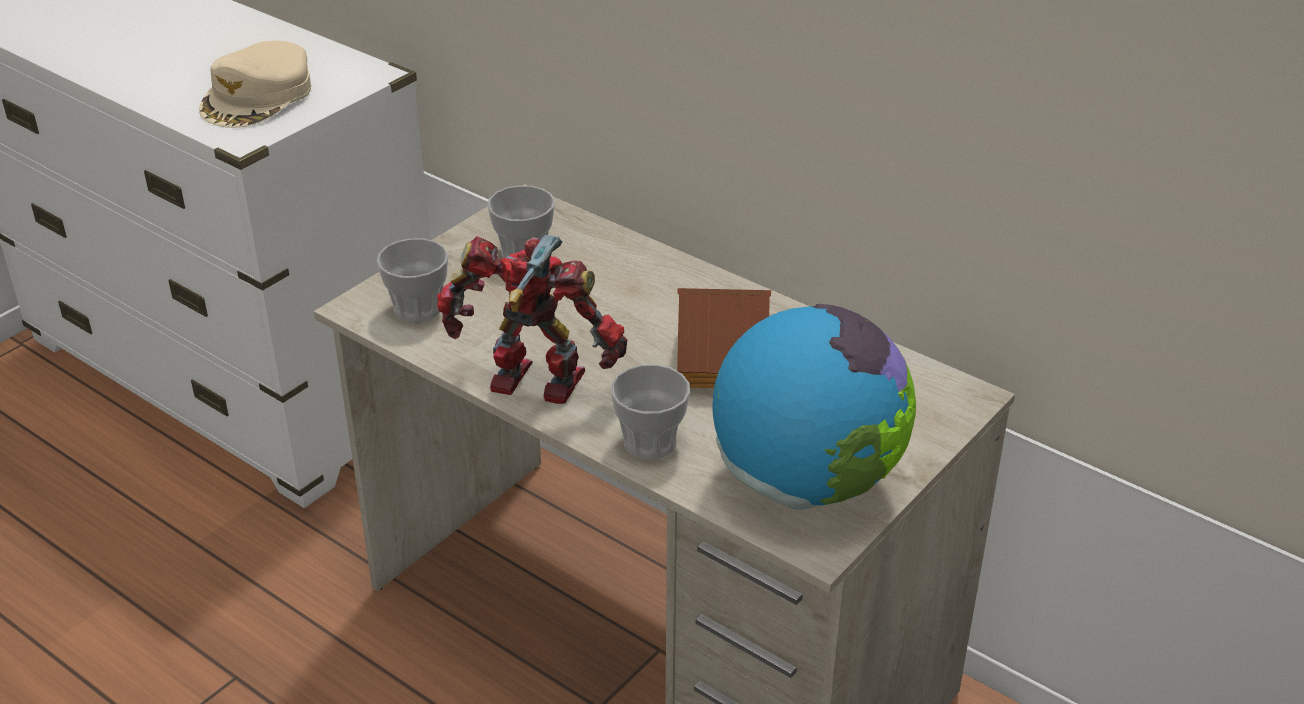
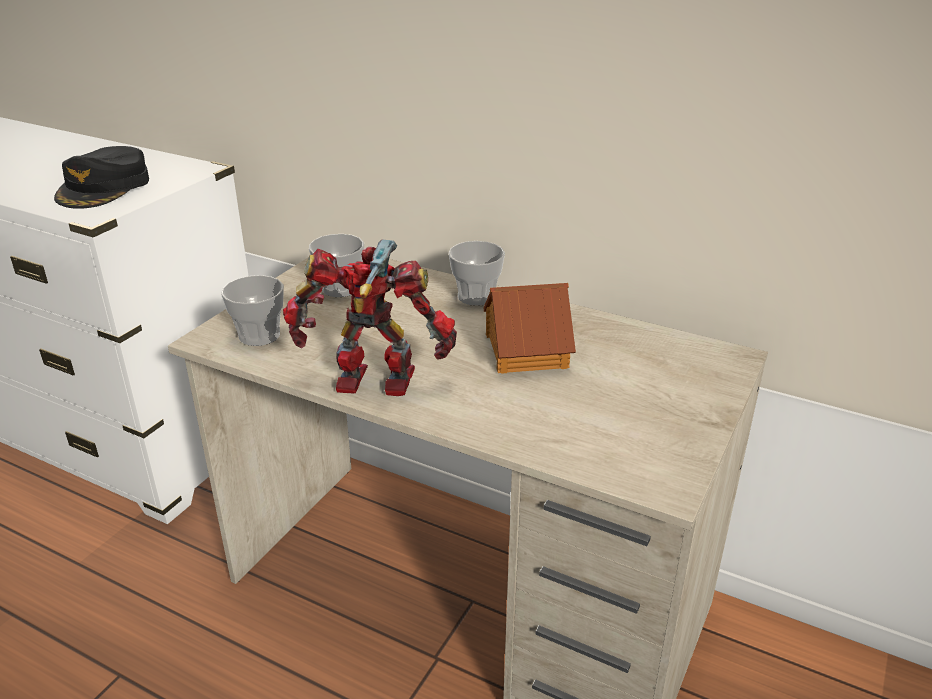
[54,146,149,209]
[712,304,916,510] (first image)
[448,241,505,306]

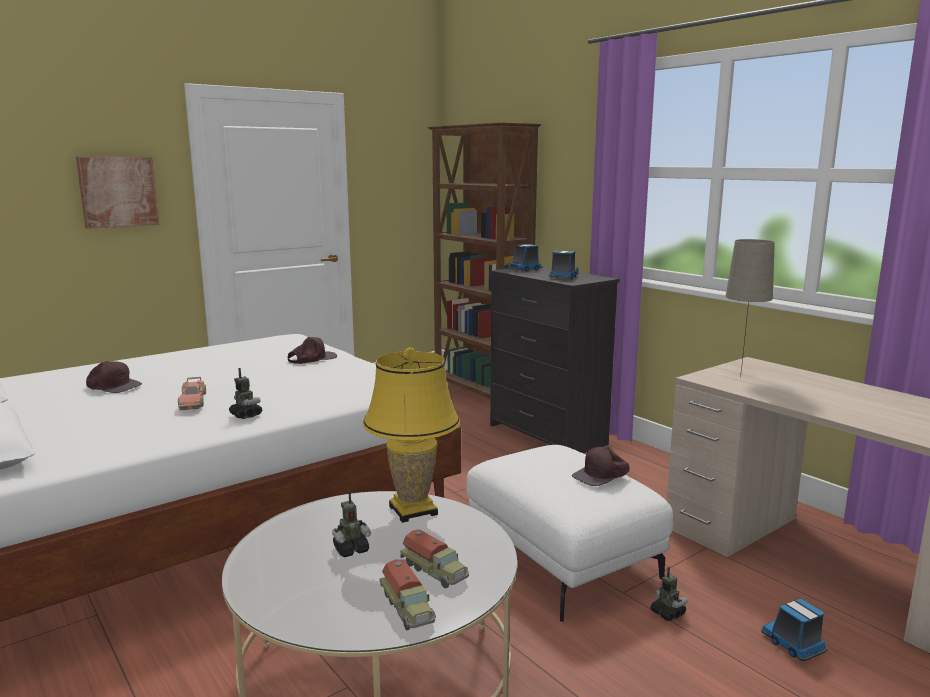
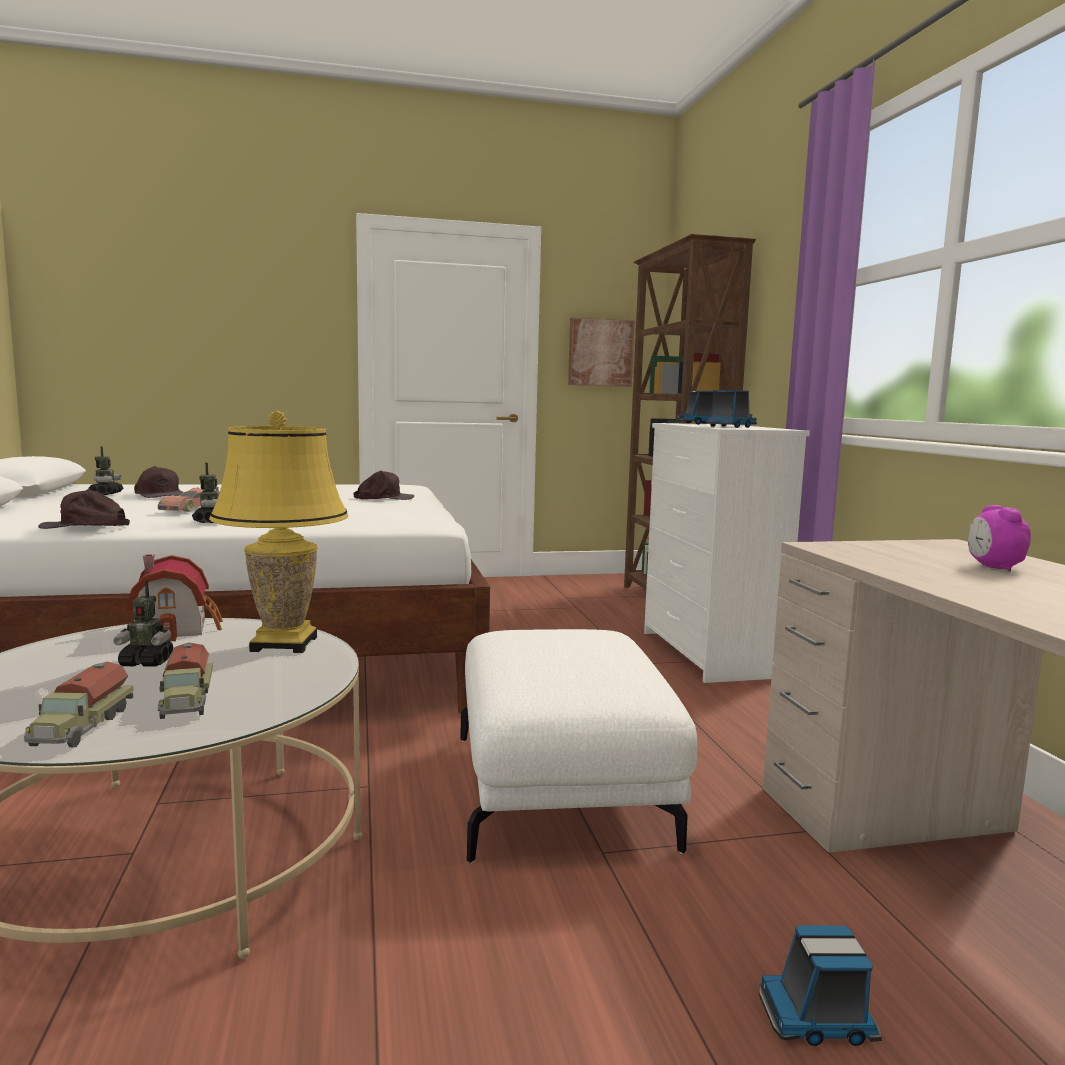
[568,318,634,387]
[726,239,775,378] (first image)
[644,423,810,683]
[38,489,130,529]
[88,447,123,495]
[759,926,882,1046]
[968,505,1031,571]
[126,554,223,642]

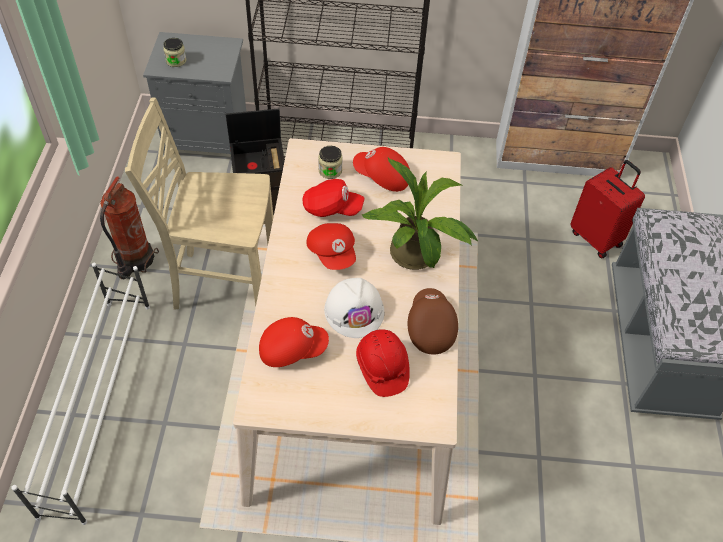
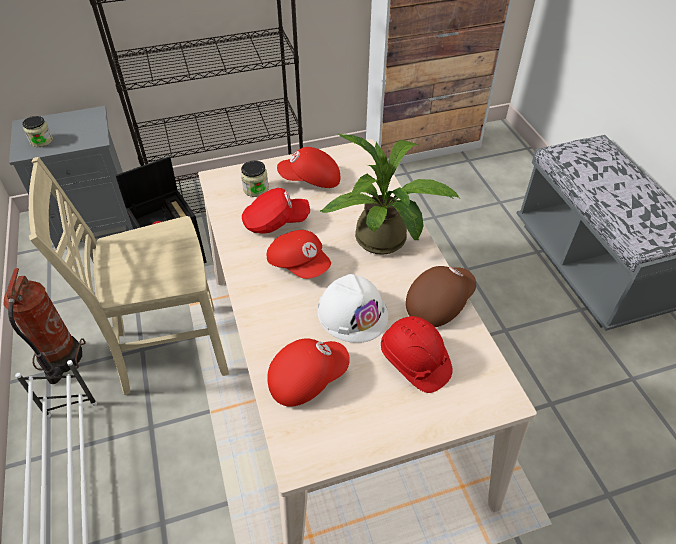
[570,160,645,258] (first image)
[406,266,476,327]

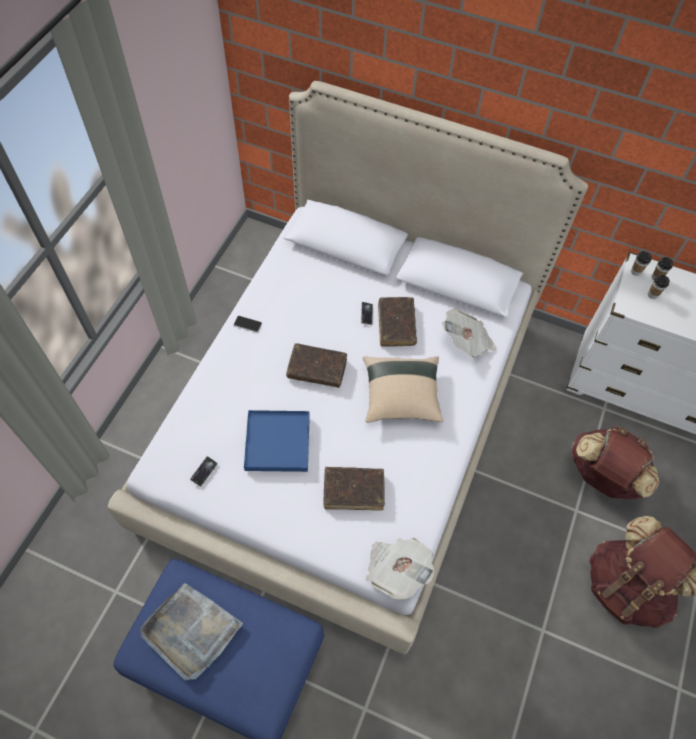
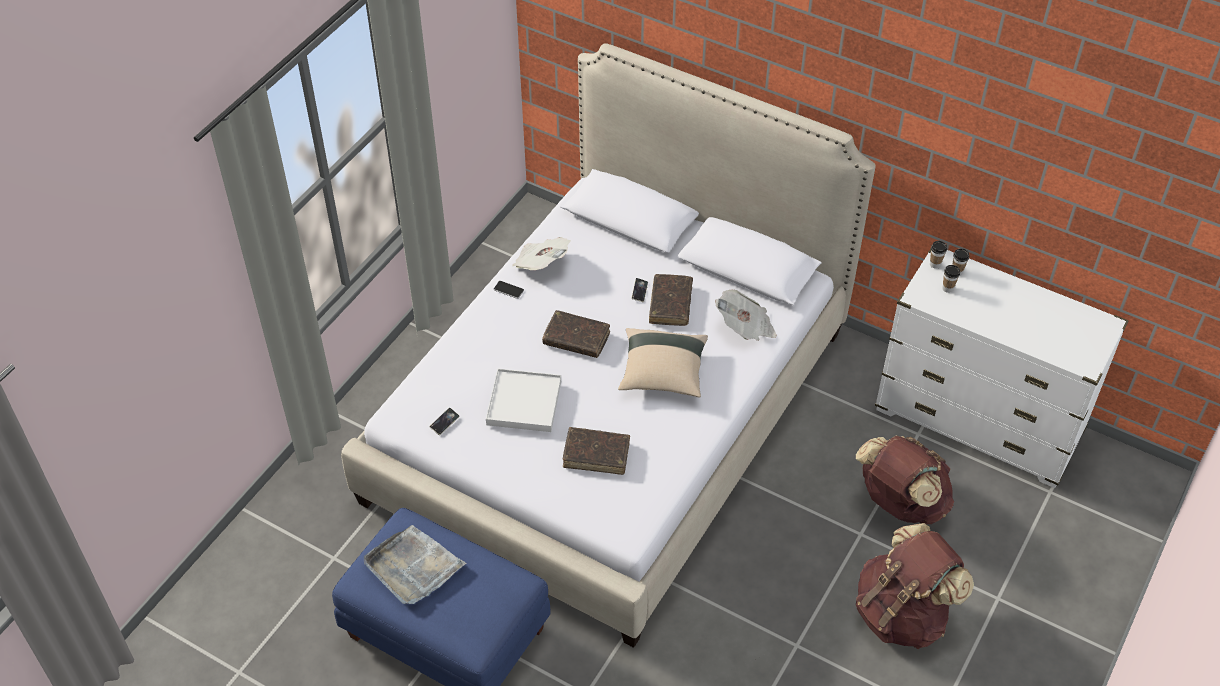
[486,369,561,432]
[512,237,571,270]

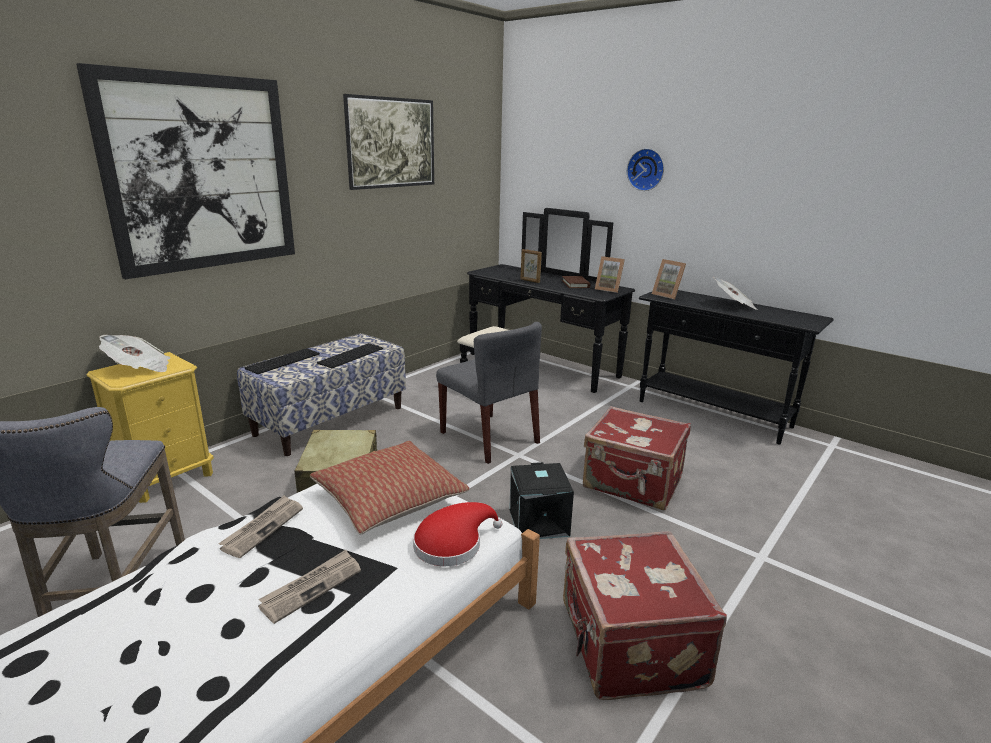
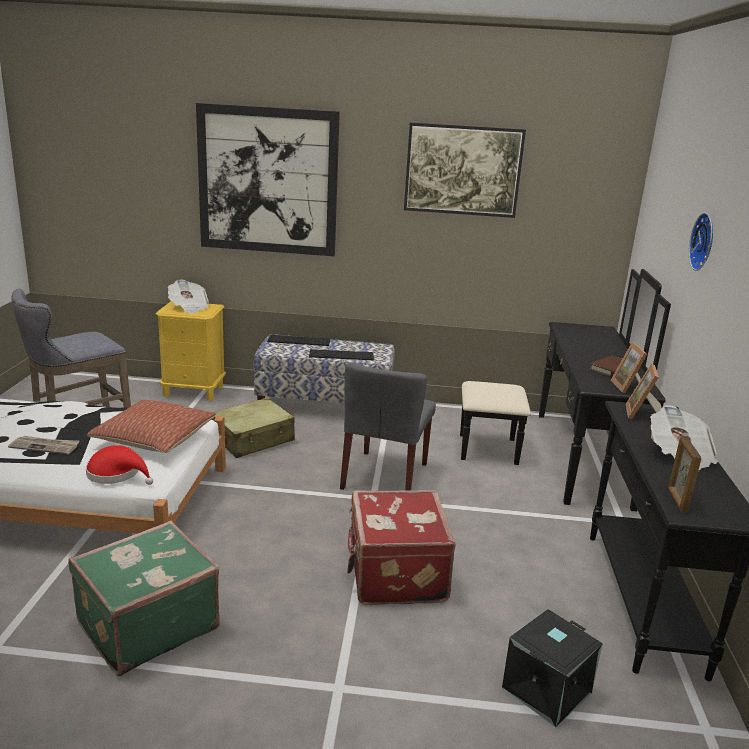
[668,436,701,513]
[502,609,603,728]
[218,495,303,558] (first image)
[68,521,220,677]

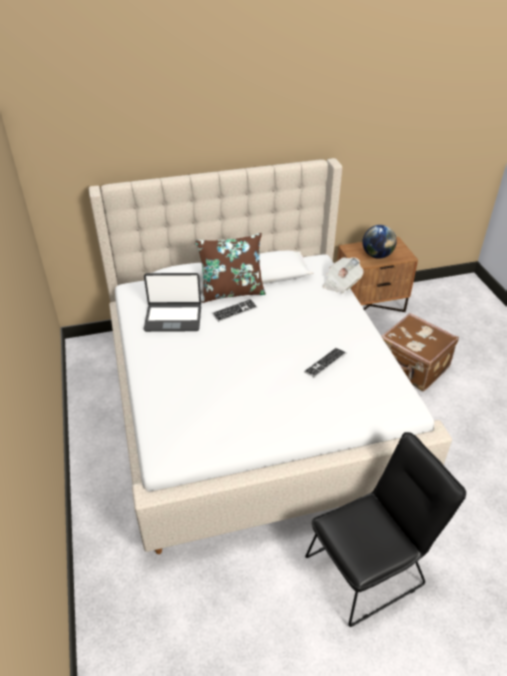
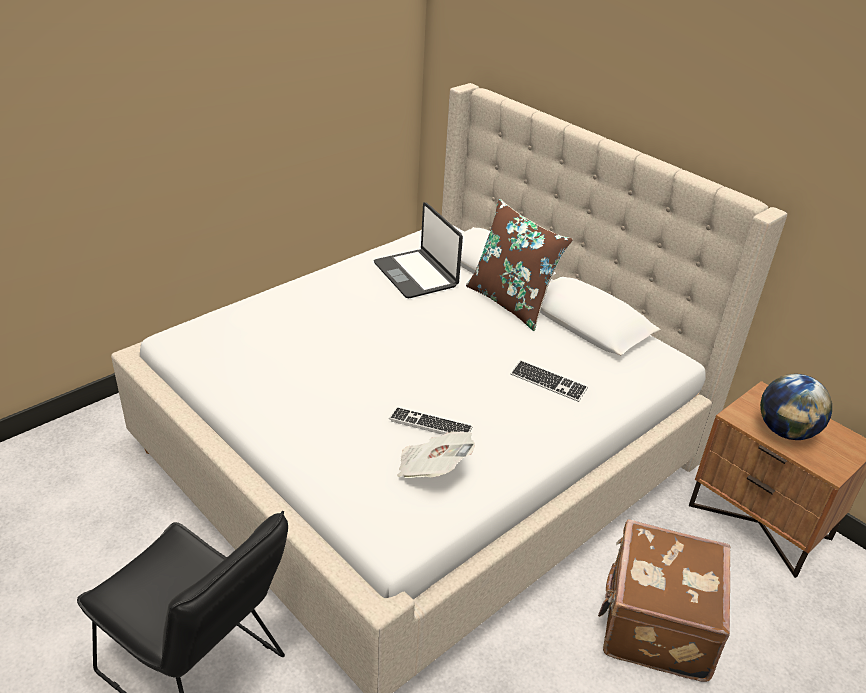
[397,432,475,478]
[511,360,588,402]

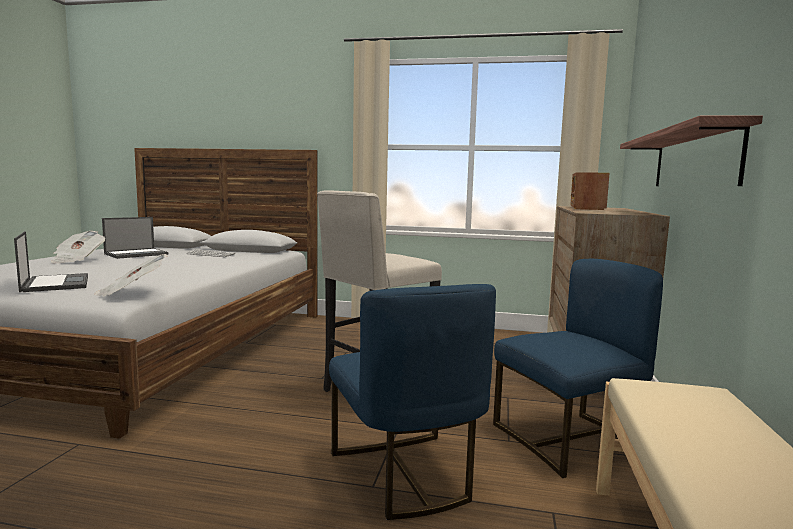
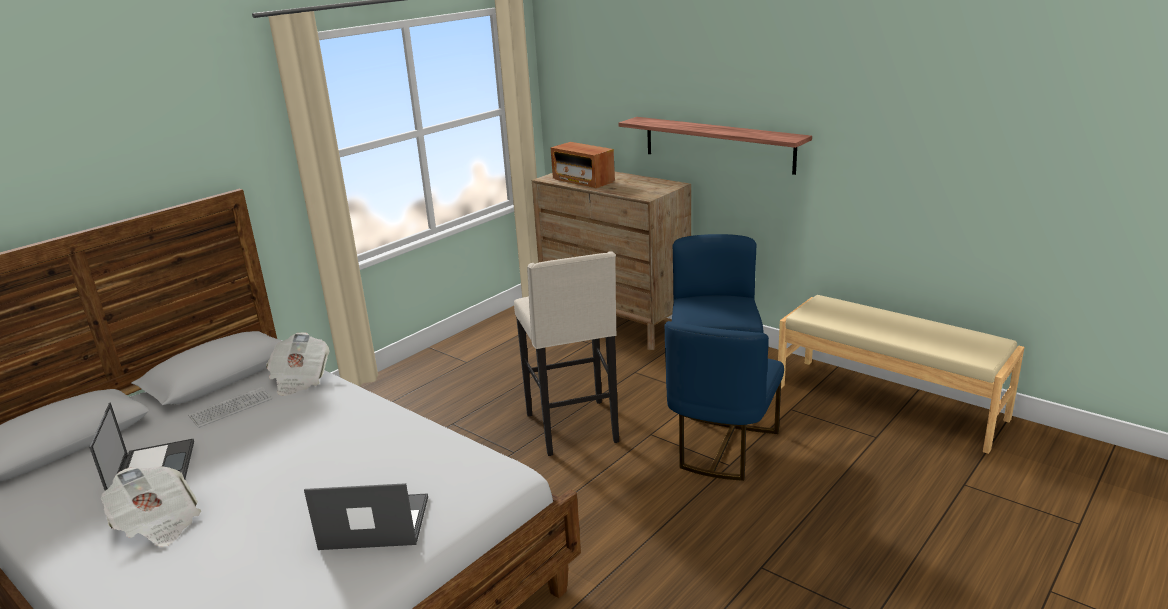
[266,332,330,396]
[665,321,784,481]

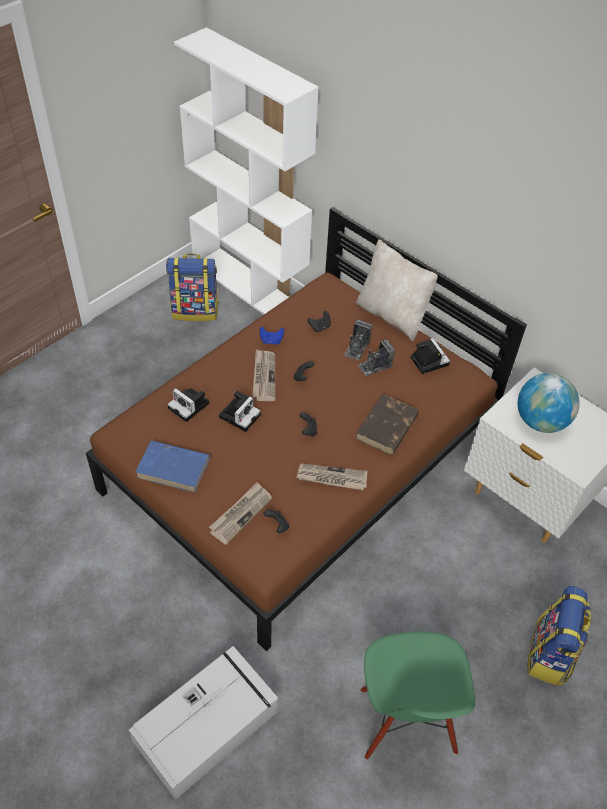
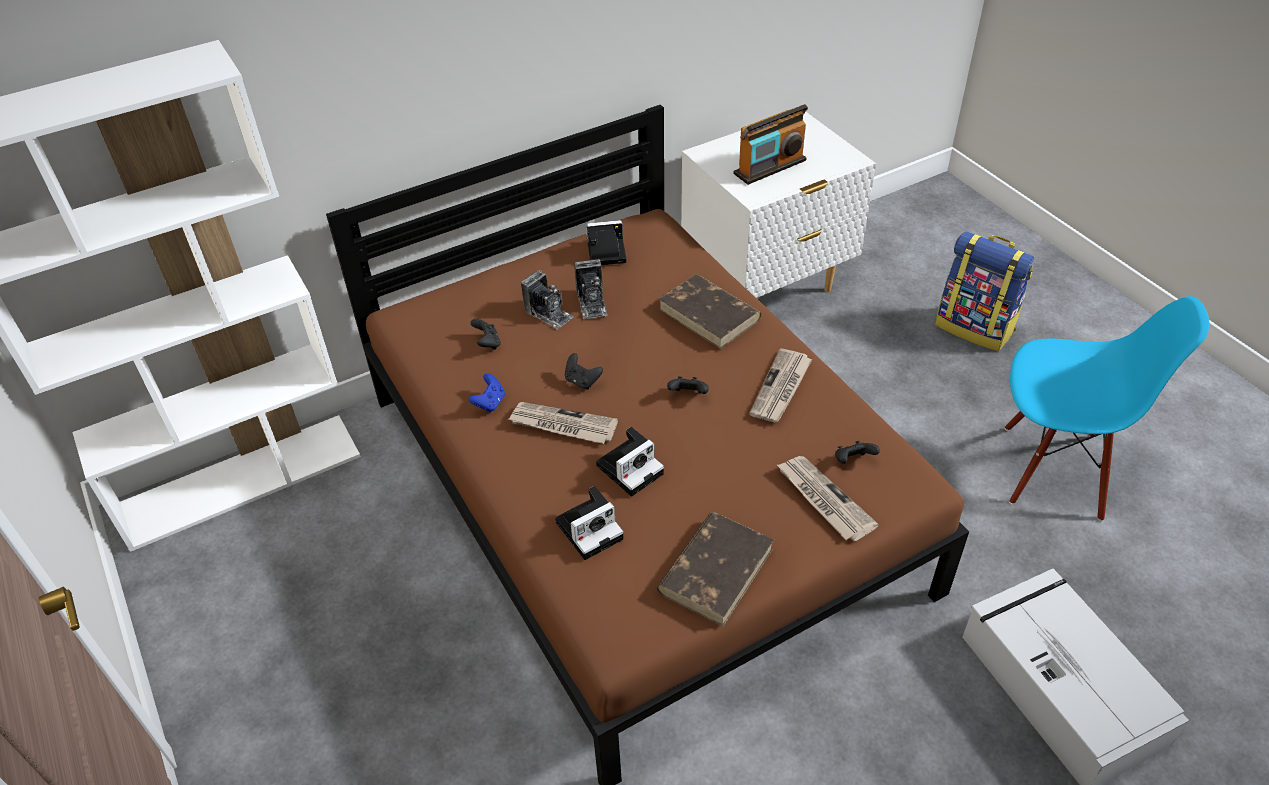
[356,239,440,341] (first image)
[166,254,219,321] (first image)
[734,104,808,185]
[596,427,664,496]
[657,512,774,627]
[1005,296,1209,521]

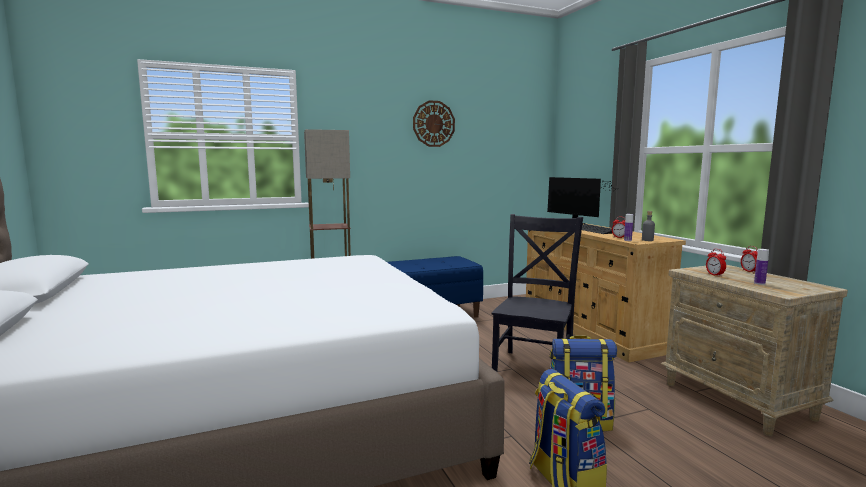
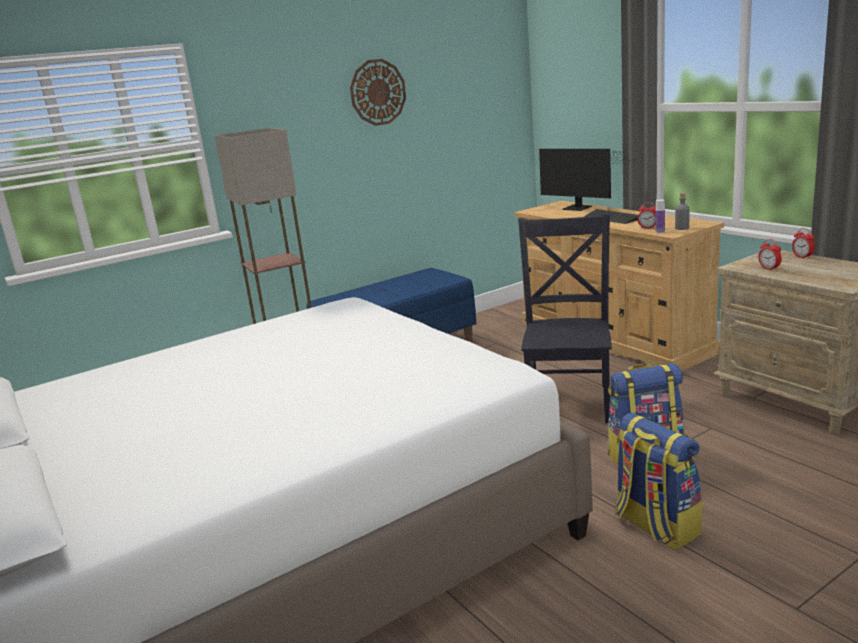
[754,249,769,285] (first image)

